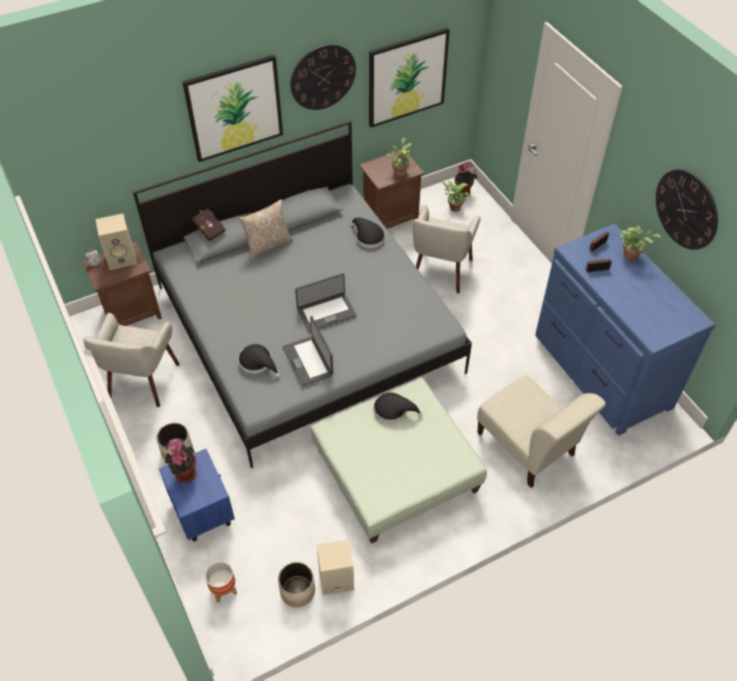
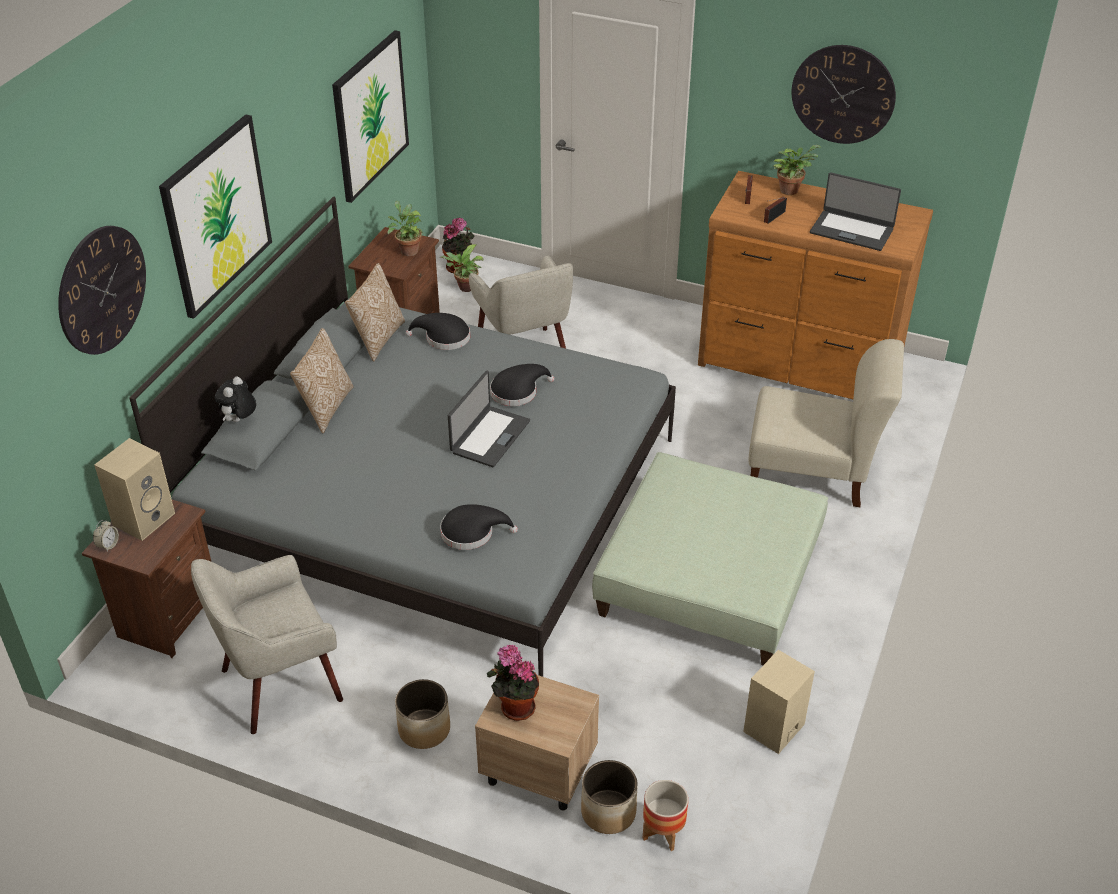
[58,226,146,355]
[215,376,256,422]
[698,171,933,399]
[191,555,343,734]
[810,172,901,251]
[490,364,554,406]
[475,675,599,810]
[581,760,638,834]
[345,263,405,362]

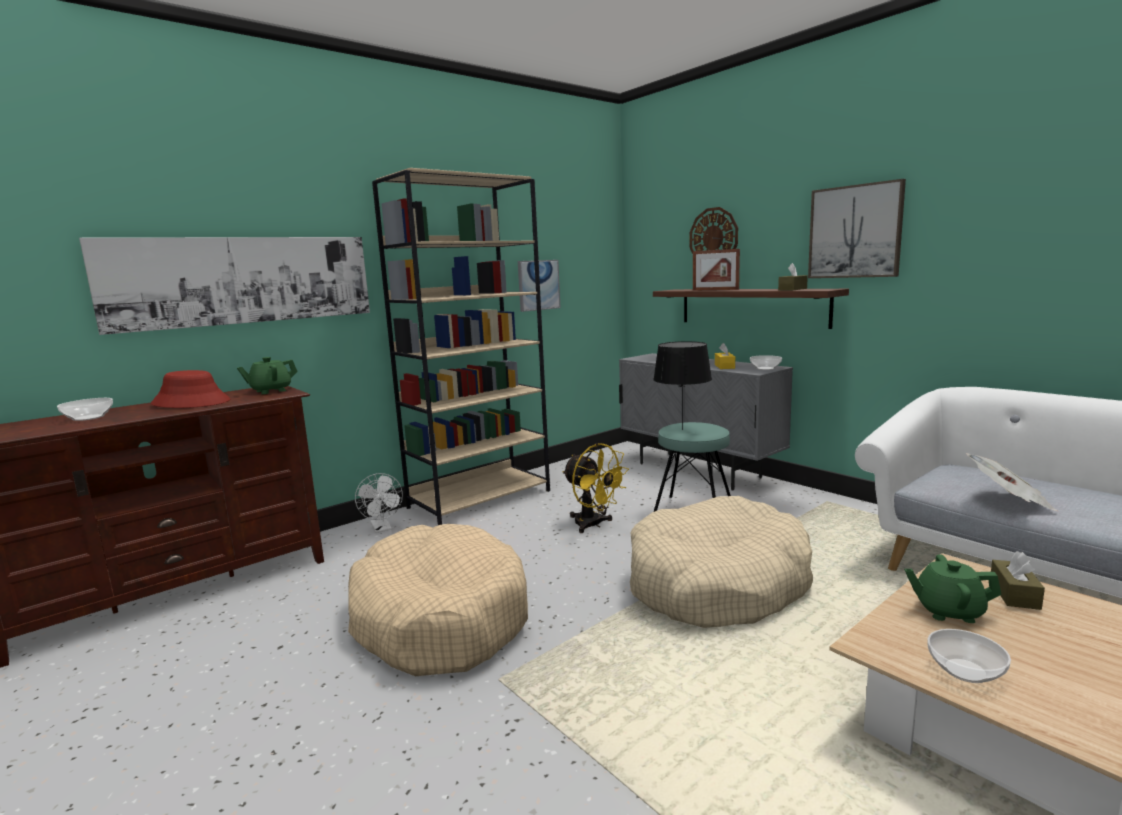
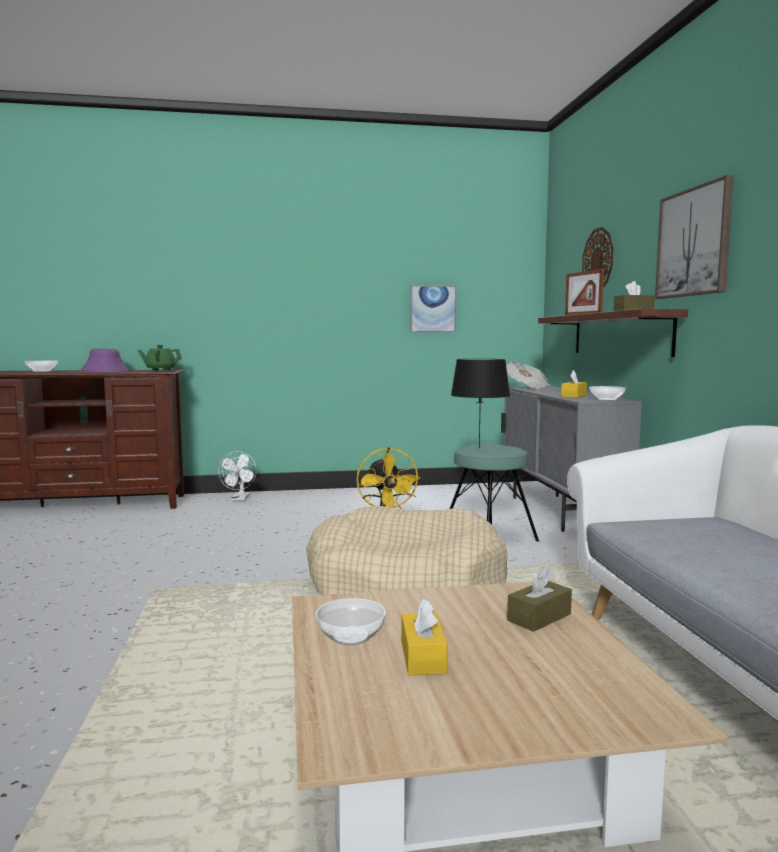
[372,168,550,525] (first image)
[79,237,370,335] (first image)
[81,349,129,372]
[506,361,550,389]
[348,524,528,676] (first image)
[904,554,1002,623] (first image)
[401,599,448,675]

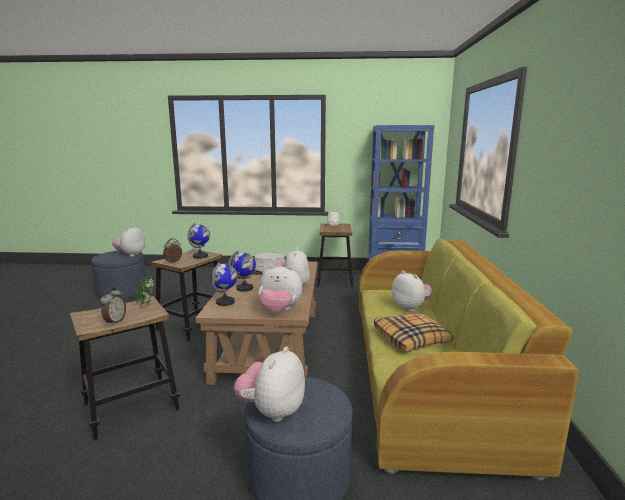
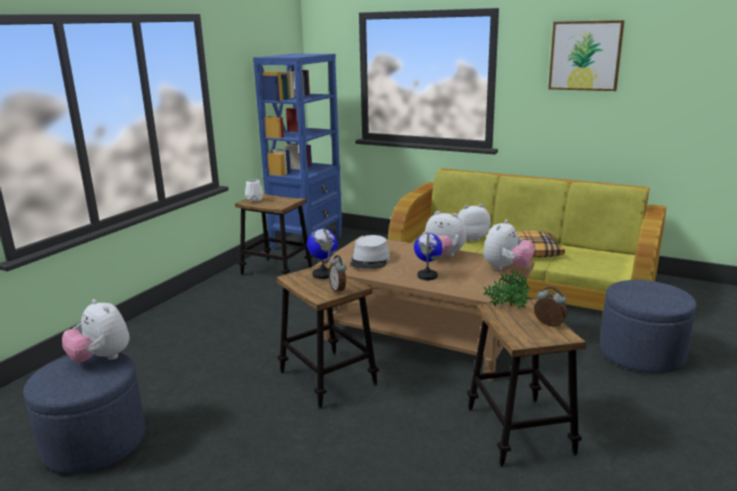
[211,262,237,306] (first image)
[234,346,305,422] (first image)
[548,20,625,91]

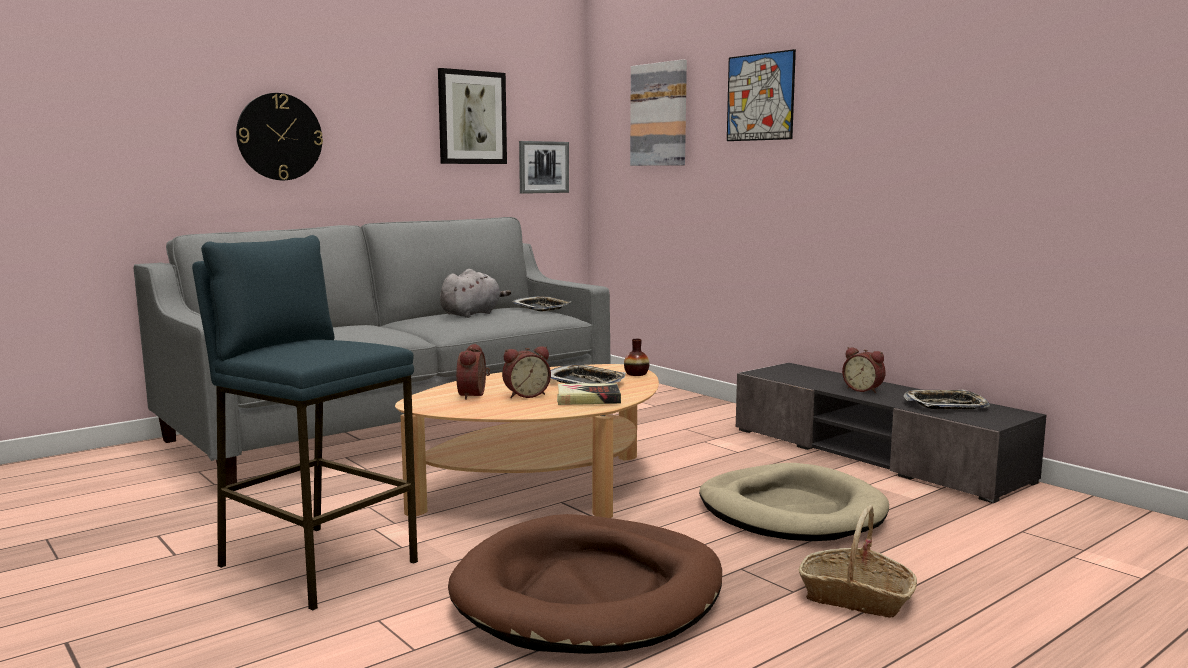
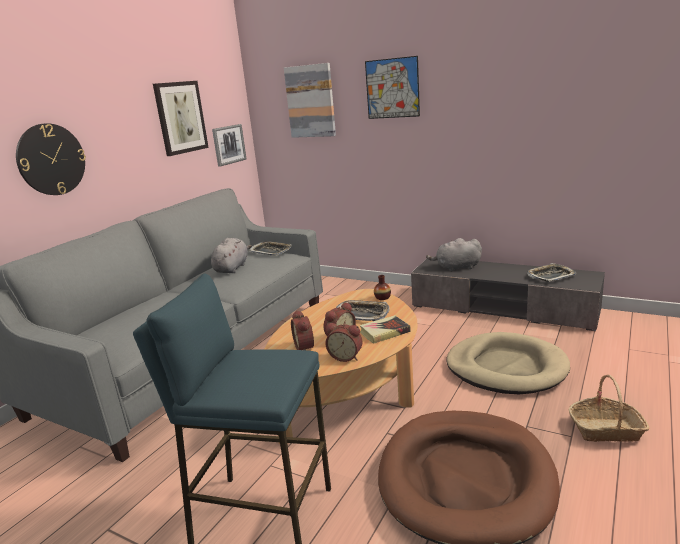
[325,323,363,362]
[426,238,482,272]

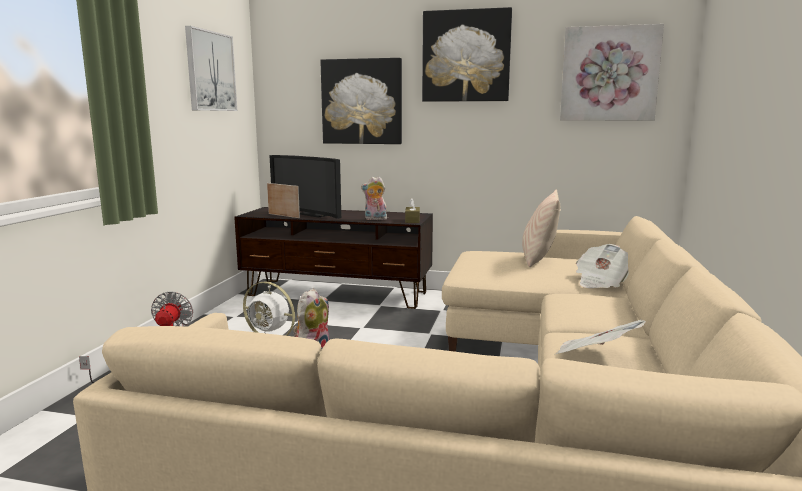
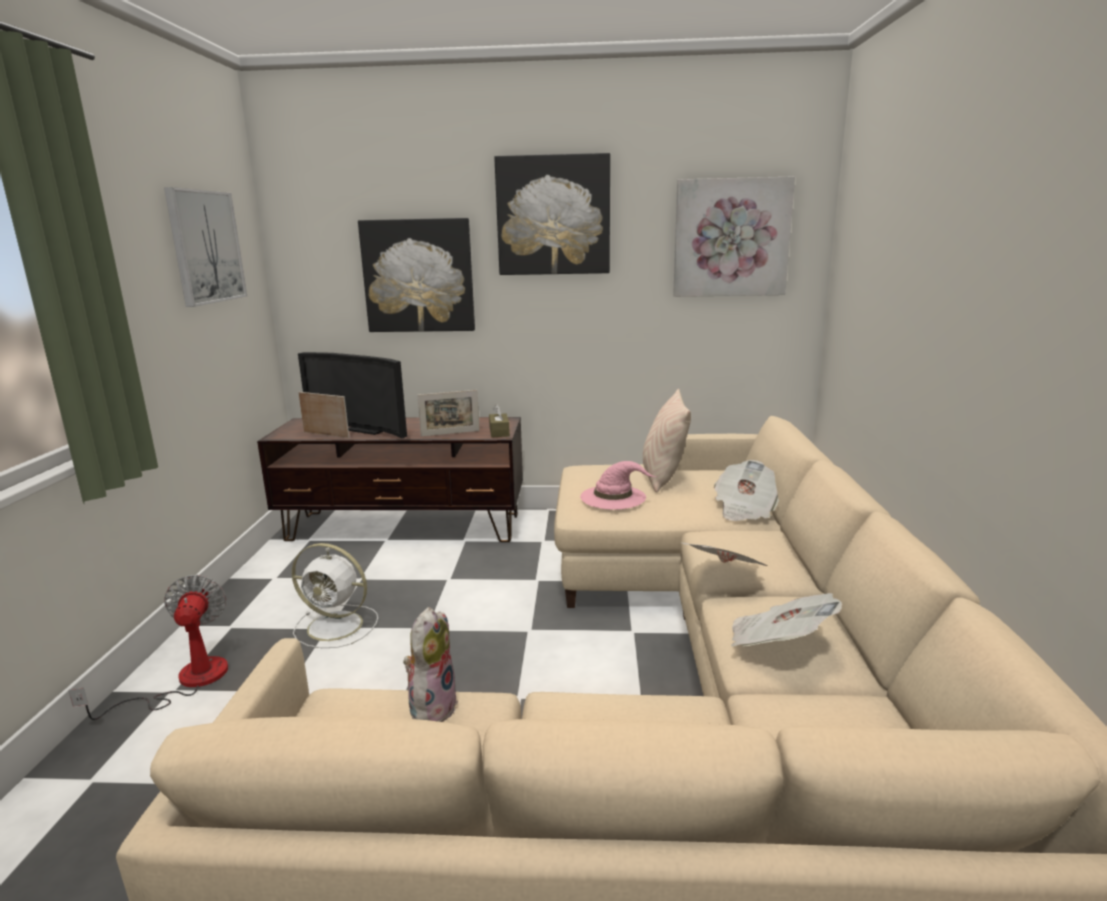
[417,390,480,437]
[580,461,656,510]
[681,542,767,566]

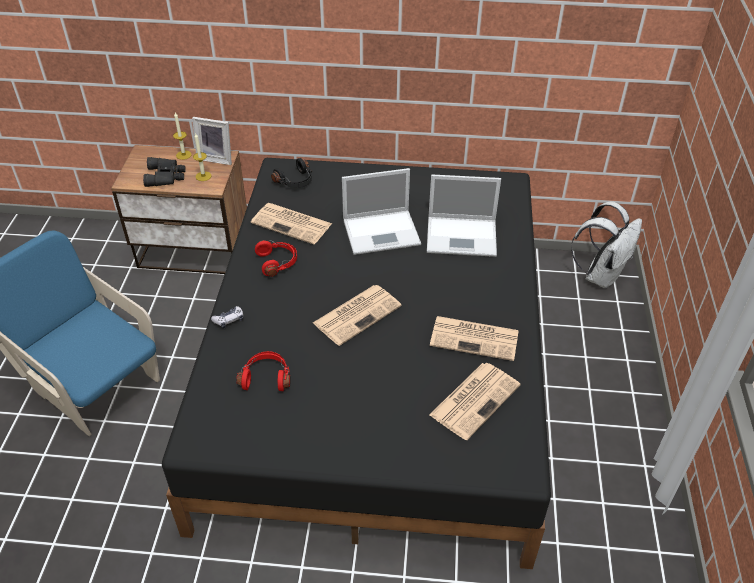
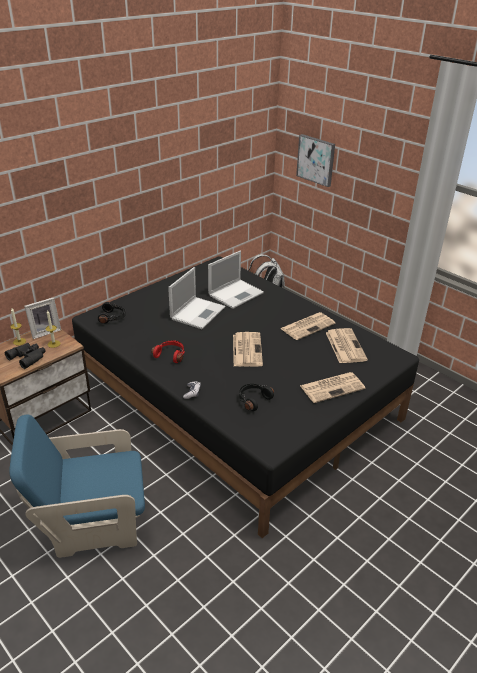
[300,372,366,403]
[239,384,274,411]
[296,134,335,187]

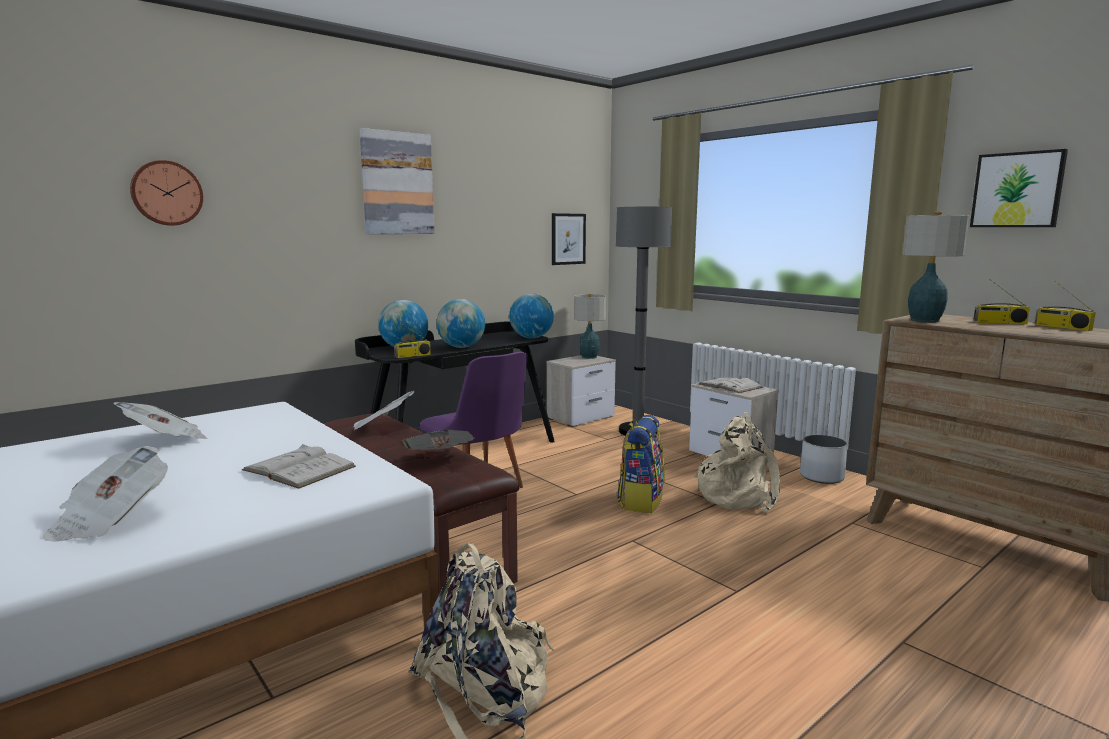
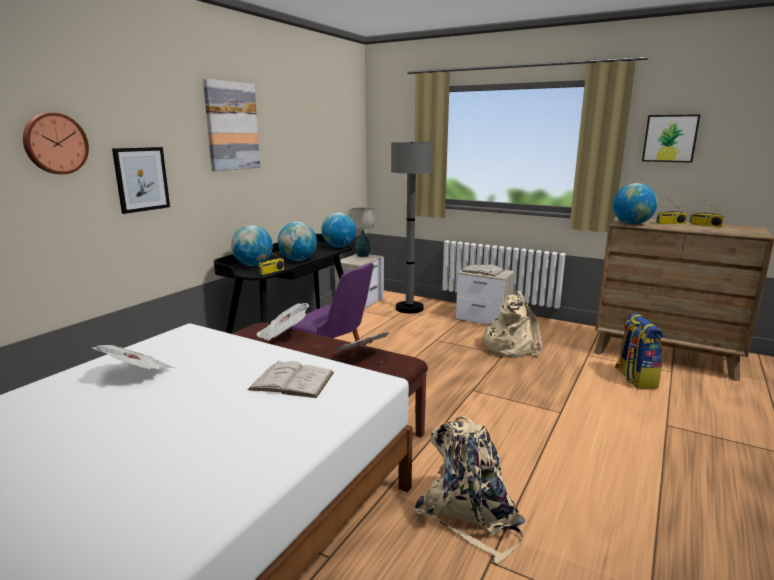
[613,183,658,225]
[112,147,170,214]
[615,313,663,389]
[800,435,848,484] (first image)
[43,446,168,542] (first image)

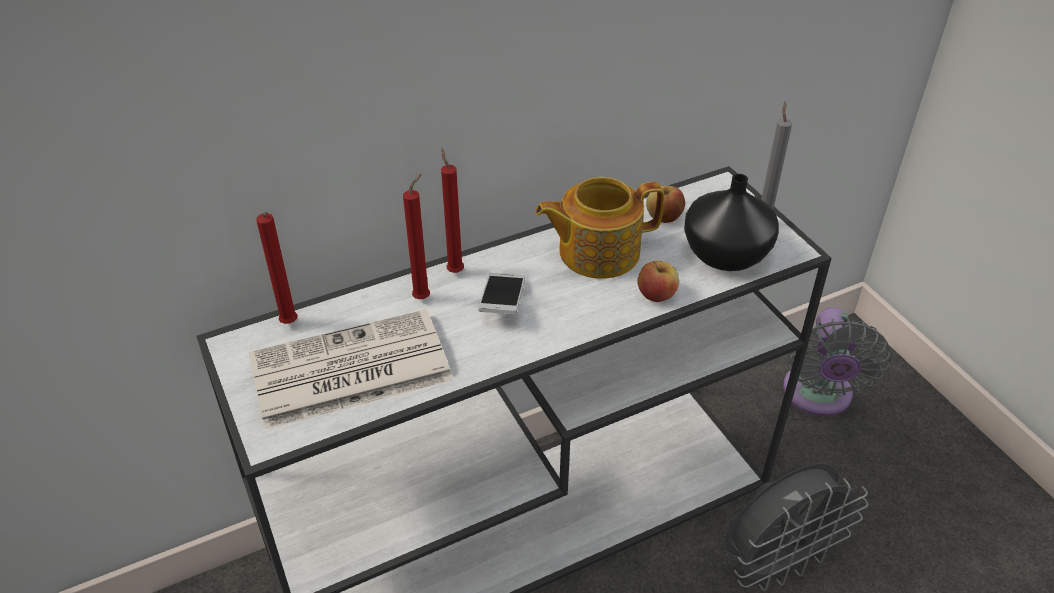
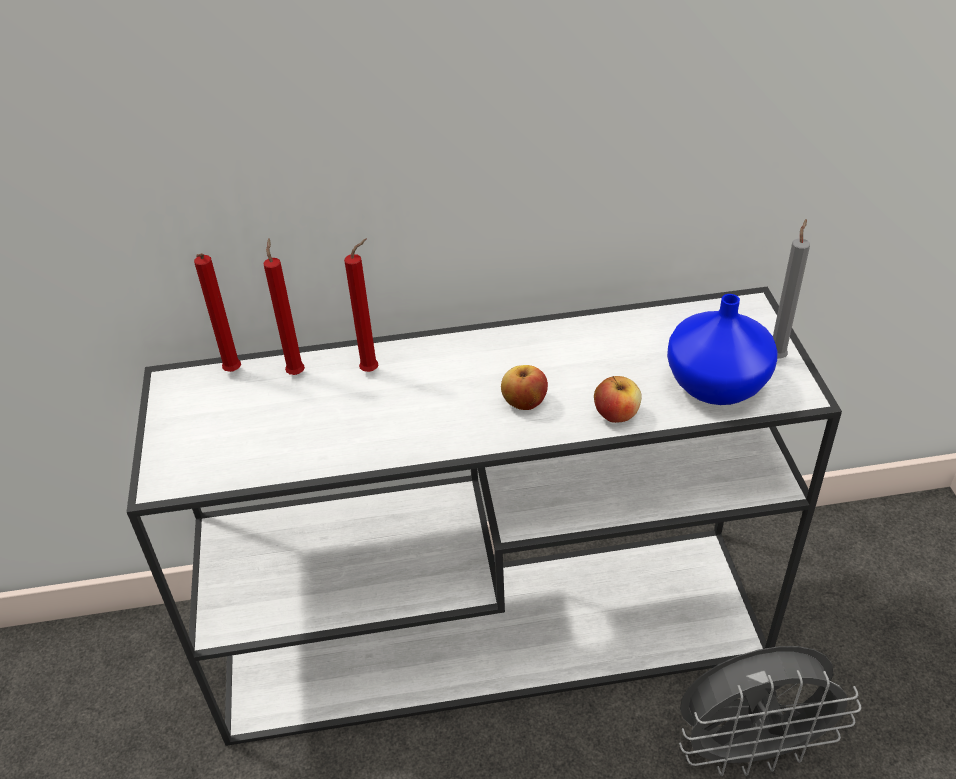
[263,239,305,375]
[667,294,778,405]
[535,177,664,278] (first image)
[501,365,548,410]
[478,273,525,315] (first image)
[783,307,890,416] (first image)
[249,310,453,429] (first image)

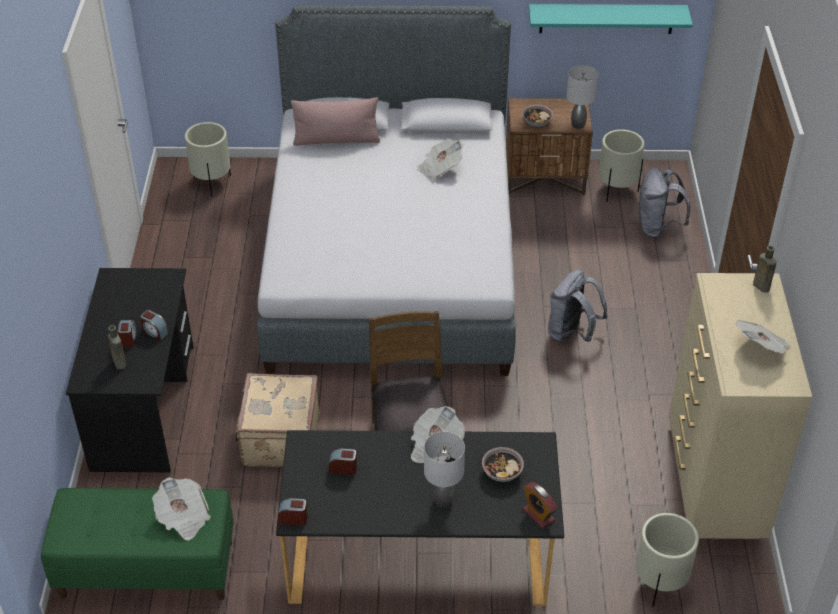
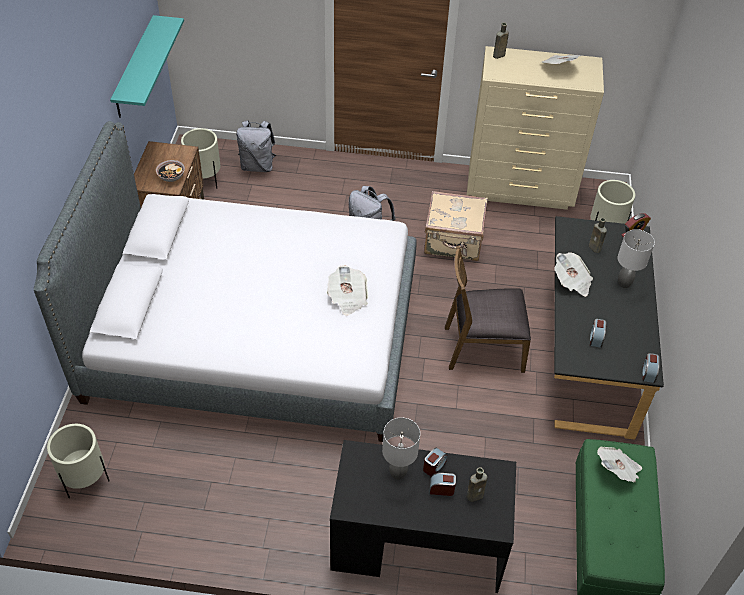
[382,417,420,480]
[291,97,380,146] (first image)
[327,265,368,316]
[424,191,488,261]
[589,218,607,253]

